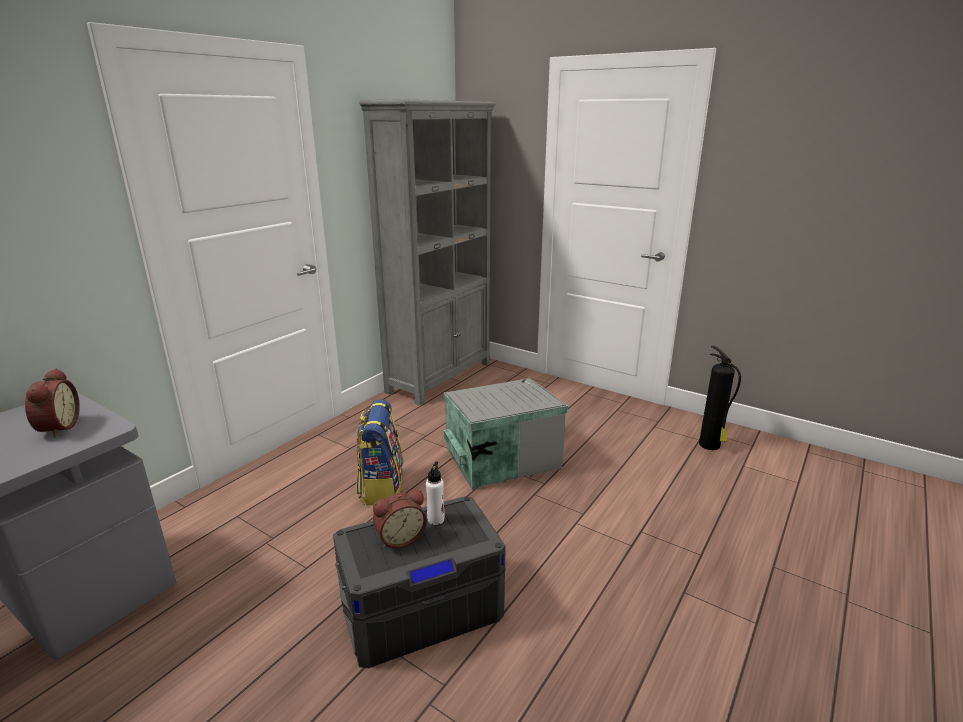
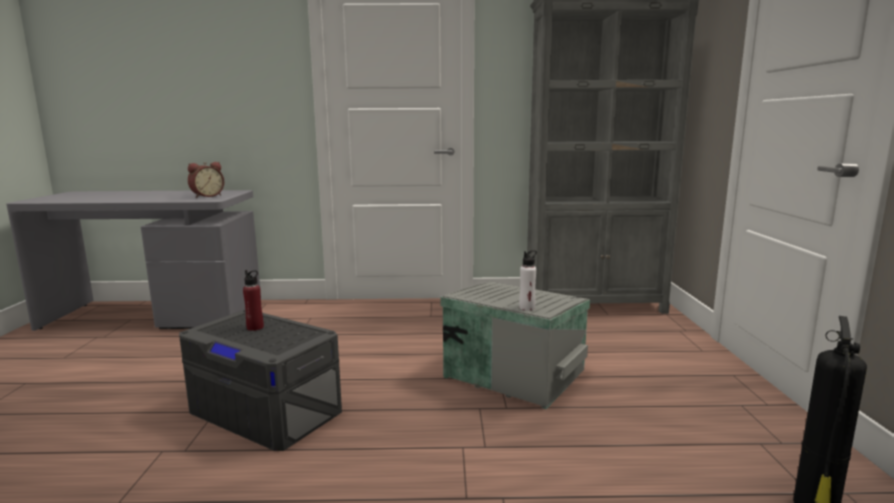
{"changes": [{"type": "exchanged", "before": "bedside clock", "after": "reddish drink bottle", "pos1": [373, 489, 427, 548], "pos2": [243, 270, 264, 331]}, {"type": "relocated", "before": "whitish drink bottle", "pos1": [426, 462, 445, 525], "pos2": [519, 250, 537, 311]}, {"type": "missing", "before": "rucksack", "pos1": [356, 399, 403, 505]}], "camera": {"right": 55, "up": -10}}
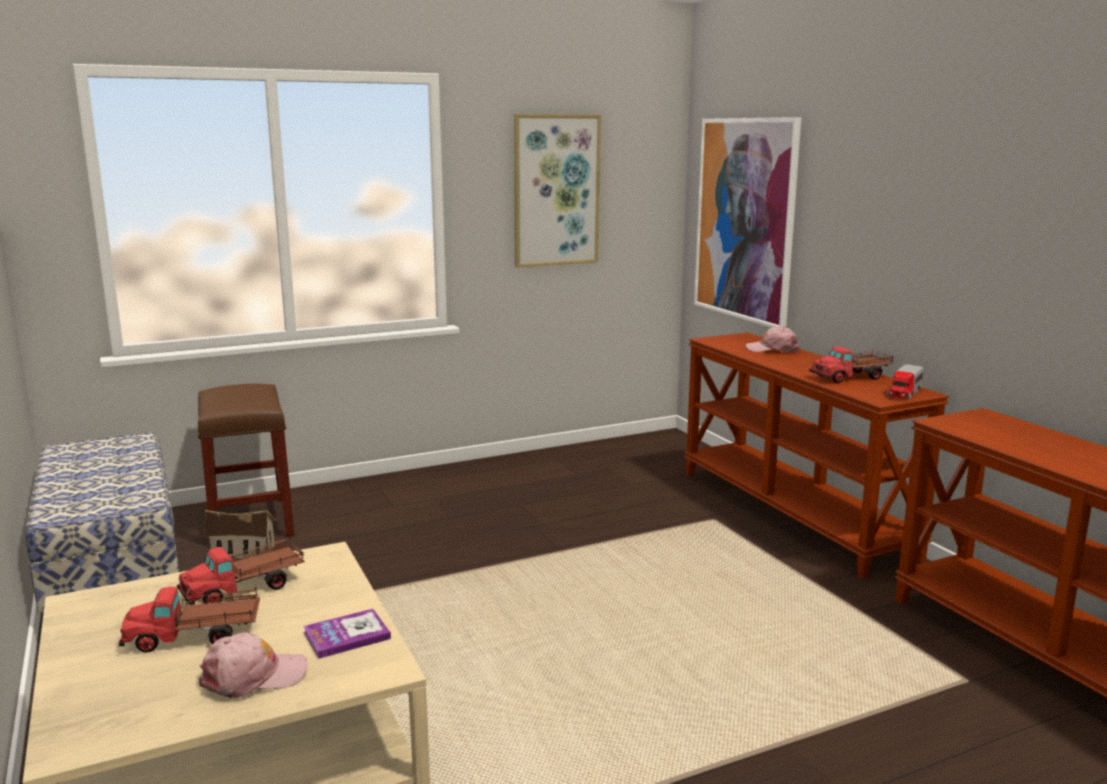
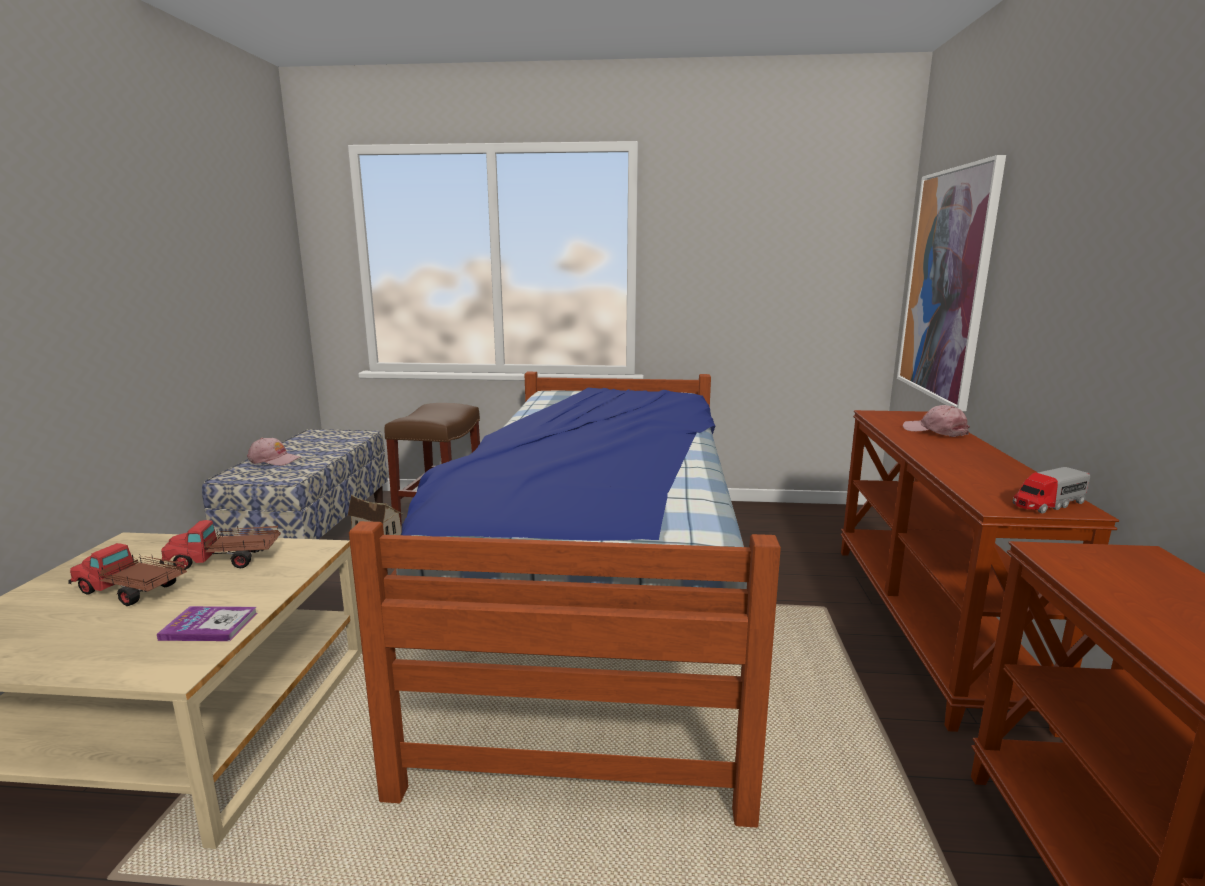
{"changes": [{"type": "relocated", "before": "pinkish peaked cap", "pos1": [199, 632, 307, 698], "pos2": [247, 438, 301, 466]}, {"type": "appeared", "after": "bed", "pos2": [349, 372, 781, 828]}, {"type": "missing", "before": "picture", "pos1": [514, 114, 601, 268]}, {"type": "missing", "before": "toy truck", "pos1": [809, 346, 894, 383]}], "camera": {"right": 30, "up": 0}}
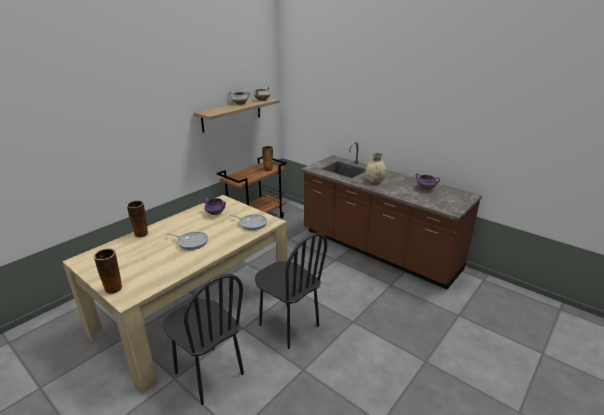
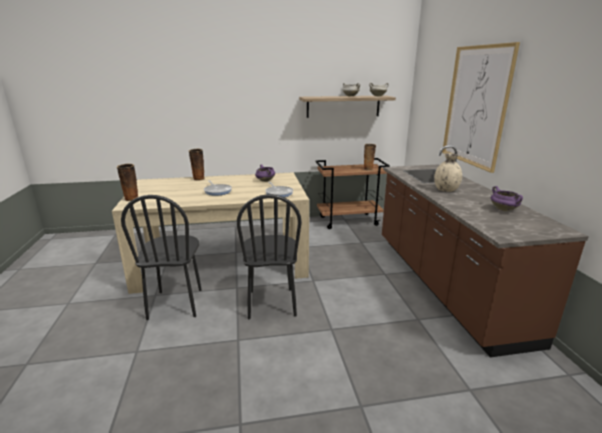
{"changes": [{"type": "appeared", "after": "picture", "pos2": [442, 42, 520, 173]}], "camera": {"right": 40, "up": -5}}
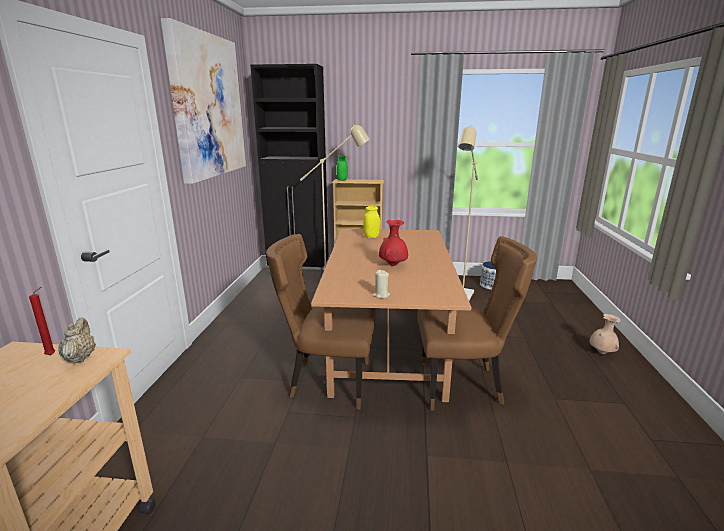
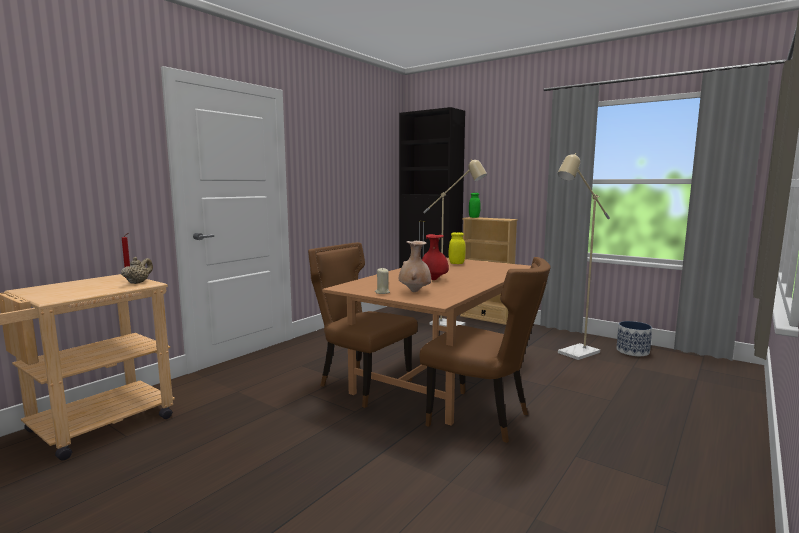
{"changes": [{"type": "relocated", "before": "sand-coloured vase", "pos1": [589, 314, 621, 354], "pos2": [399, 241, 431, 292]}, {"type": "missing", "before": "picture", "pos1": [161, 18, 246, 184]}], "camera": {"right": 30, "up": -10}}
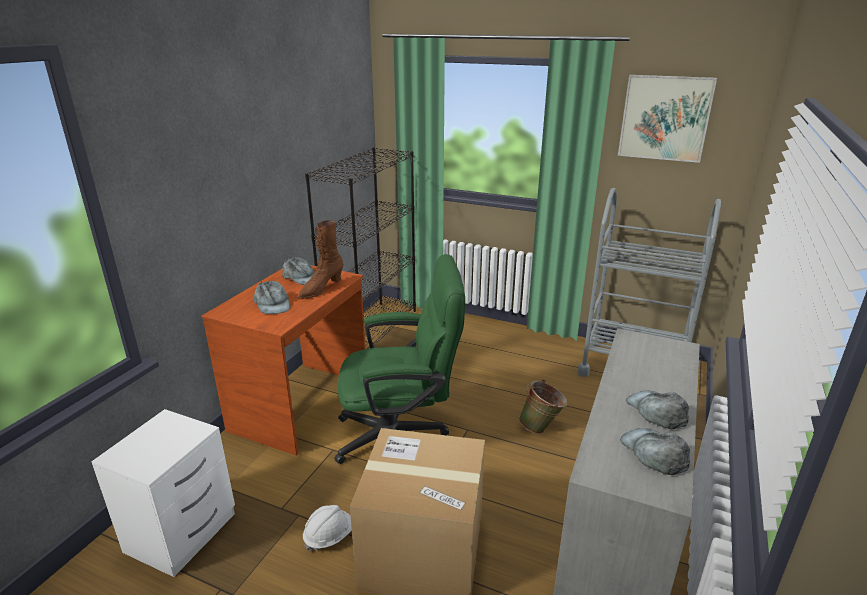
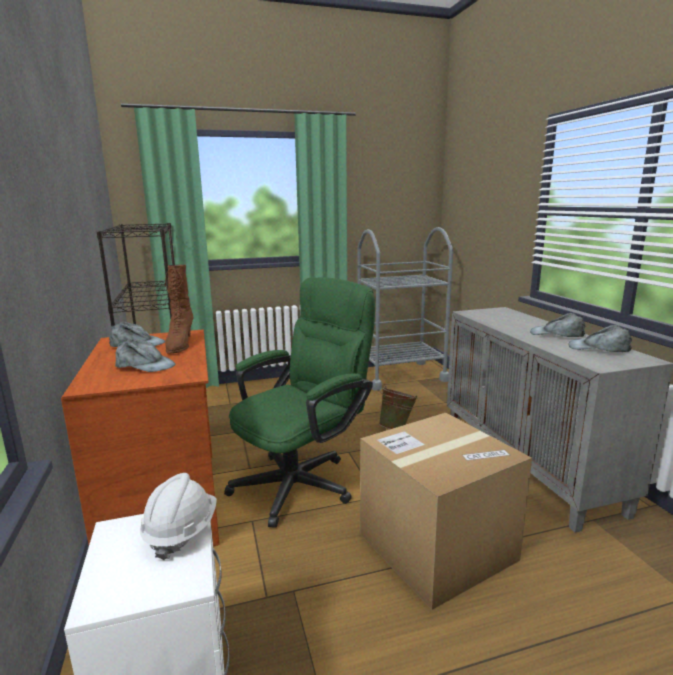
{"changes": [{"type": "relocated", "before": "whitish work helmet", "pos1": [303, 505, 352, 552], "pos2": [140, 473, 217, 560]}, {"type": "missing", "before": "picture", "pos1": [618, 75, 717, 163]}], "camera": {"right": -40, "up": -10}}
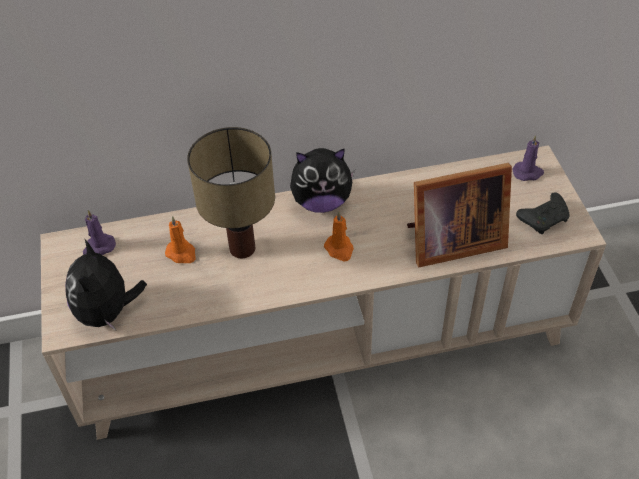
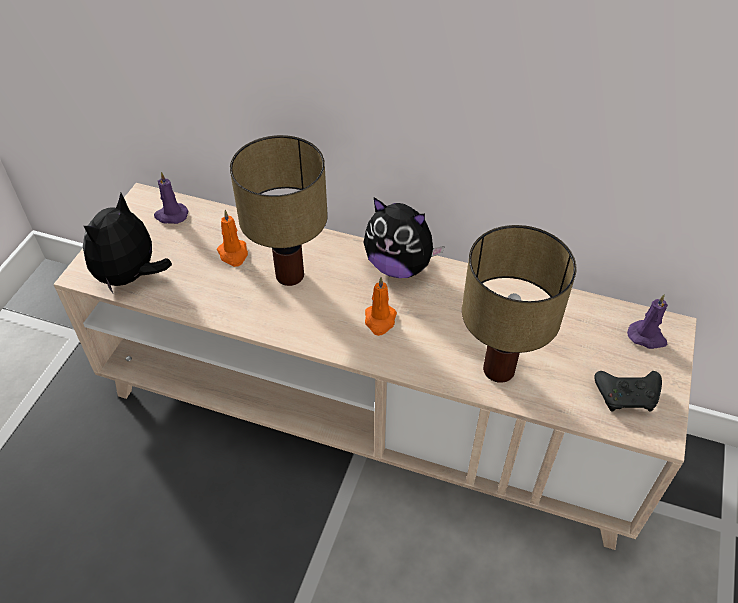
{"changes": [{"type": "exchanged", "before": "photo frame", "after": "tabletop lamp", "pos1": [407, 163, 512, 267], "pos2": [462, 225, 577, 383]}], "camera": {"right": 30, "up": 0}}
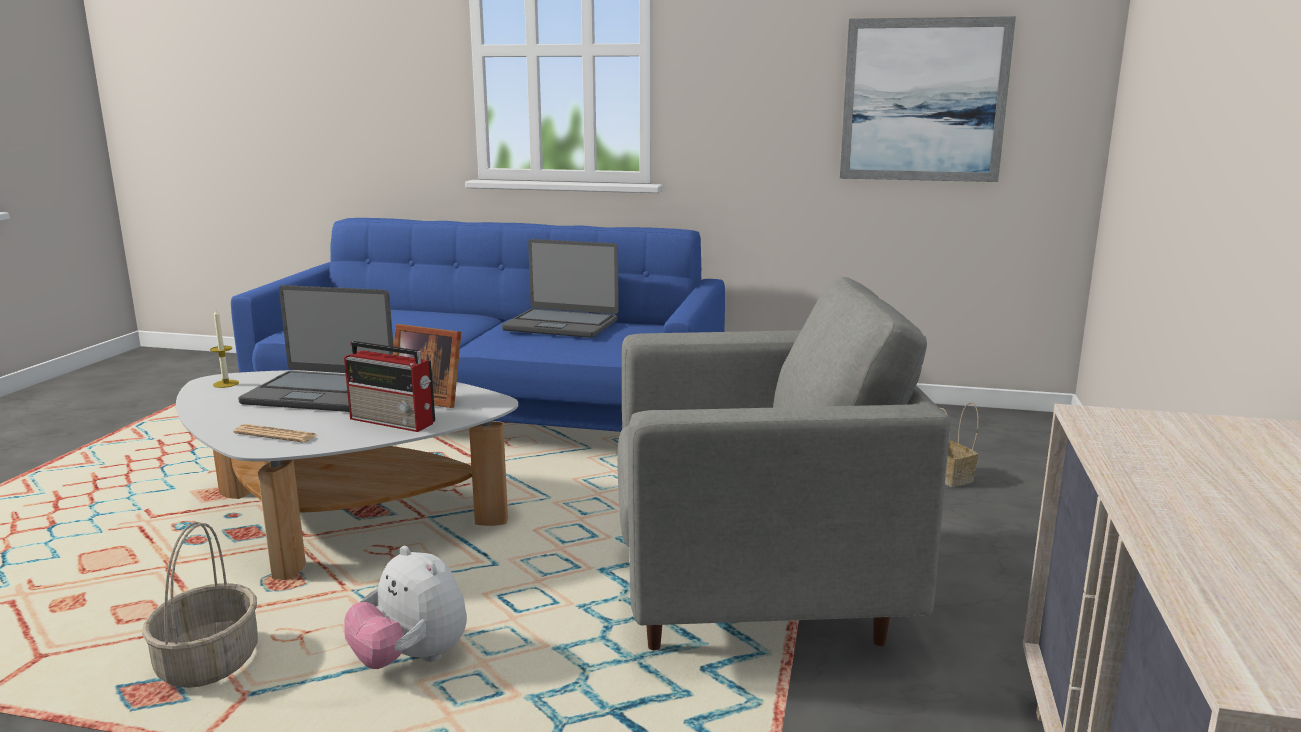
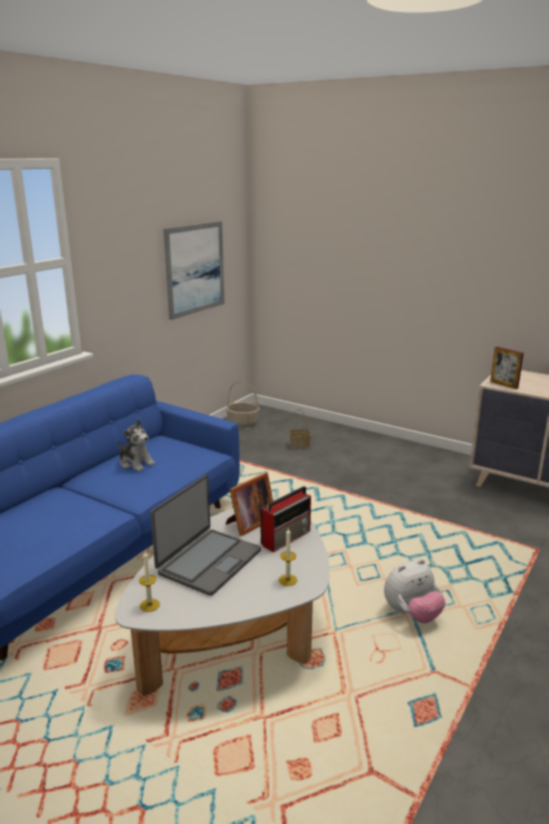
{"changes": [{"type": "exchanged", "before": "portable computer", "after": "plush toy", "pos1": [502, 239, 619, 338], "pos2": [118, 419, 155, 471]}, {"type": "relocated", "before": "household basket", "pos1": [142, 522, 258, 688], "pos2": [226, 381, 260, 427]}, {"type": "exchanged", "before": "daily paper", "after": "wax candle", "pos1": [234, 424, 317, 443], "pos2": [279, 528, 297, 586]}, {"type": "appeared", "after": "photo frame", "pos2": [490, 347, 524, 389]}, {"type": "missing", "before": "grey armchair", "pos1": [617, 277, 950, 650]}], "camera": {"right": -70, "up": 5}}
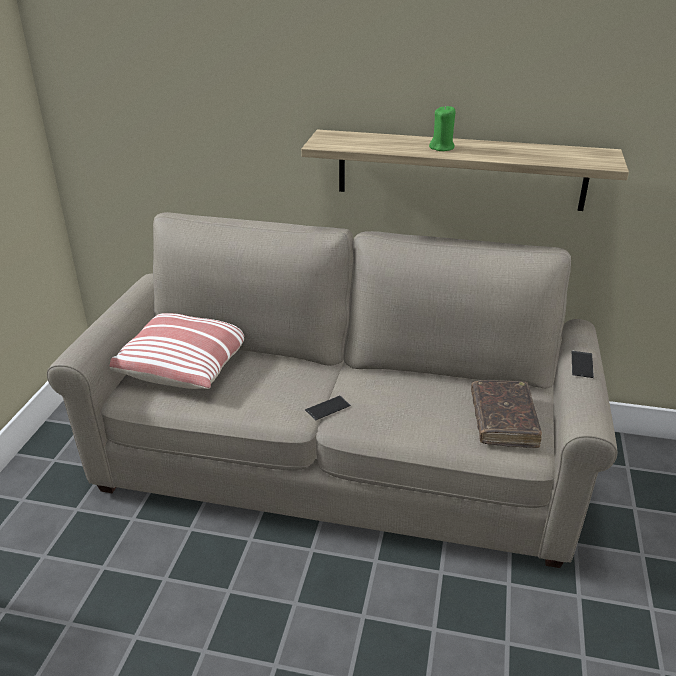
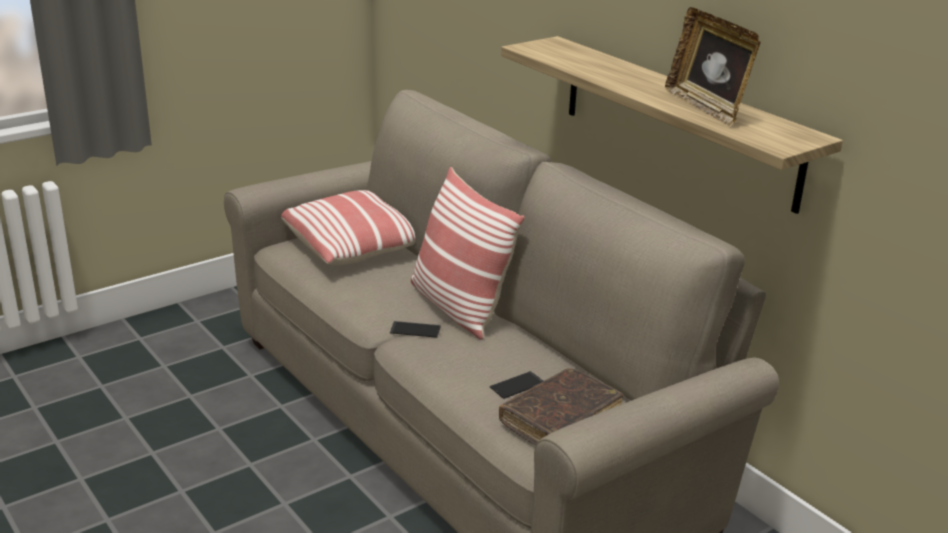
{"changes": [{"type": "appeared", "after": "cushion", "pos2": [411, 167, 525, 340]}, {"type": "relocated", "before": "phone", "pos1": [572, 351, 594, 378], "pos2": [489, 371, 543, 399]}, {"type": "appeared", "after": "photo frame", "pos2": [665, 7, 760, 125]}, {"type": "missing", "before": "green wax candle", "pos1": [429, 105, 455, 151]}], "camera": {"right": 40, "up": -5}}
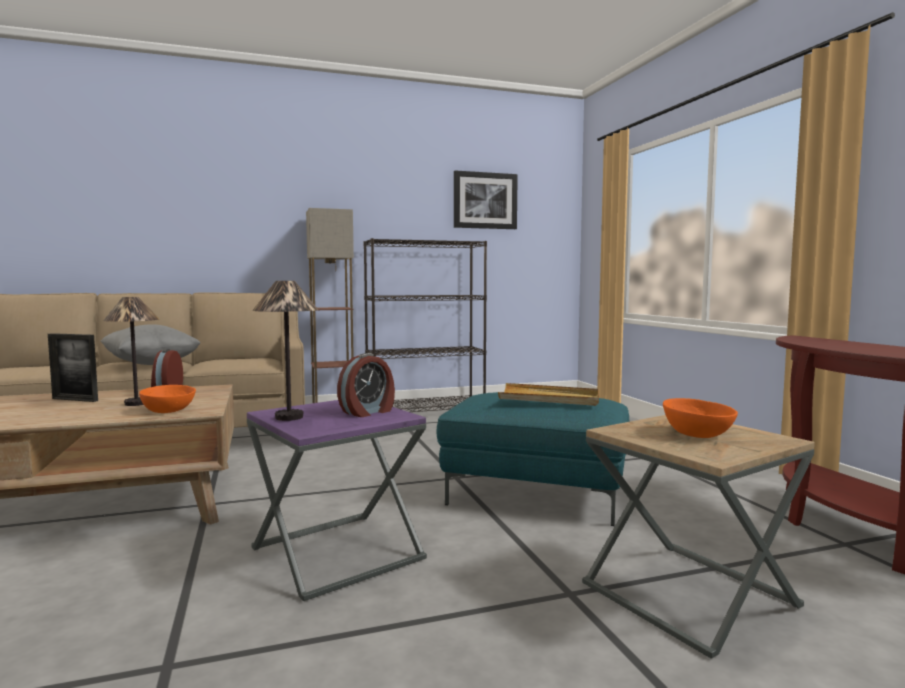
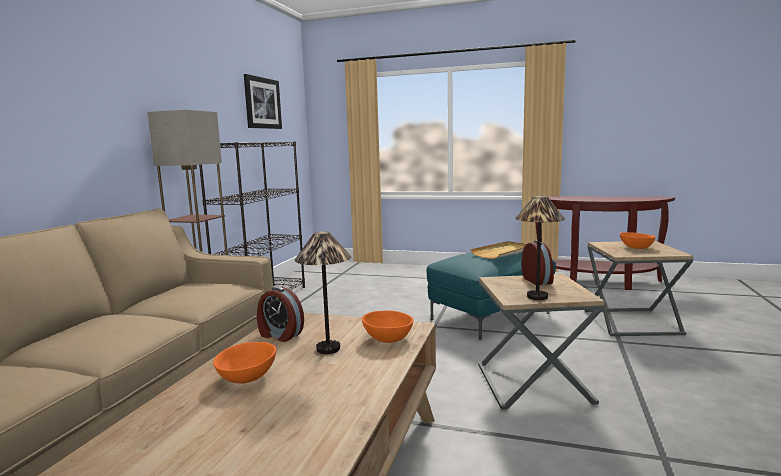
{"changes": [{"type": "exchanged", "before": "photo frame", "after": "orange deep dish", "pos1": [48, 333, 98, 402], "pos2": [213, 342, 276, 384]}, {"type": "colour", "before": "purple-coloured accent table", "after": "brownish accent table", "pos1": [247, 400, 427, 601], "pos2": [478, 274, 604, 410]}, {"type": "missing", "before": "grey cushion", "pos1": [101, 324, 201, 365]}], "camera": {"right": -55, "up": 5}}
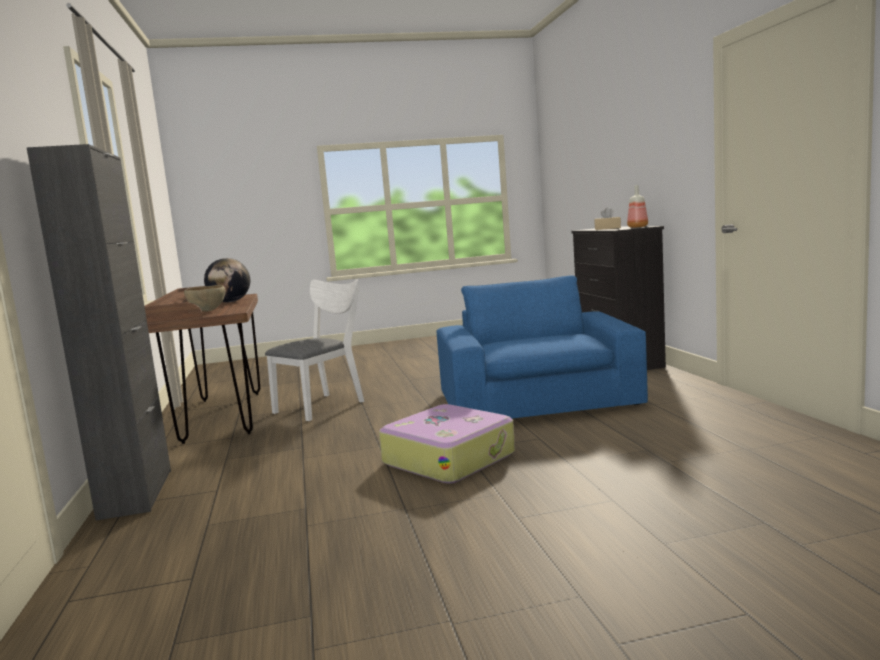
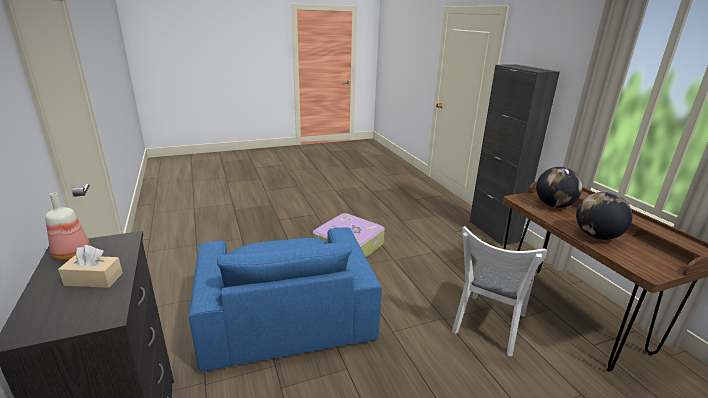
{"changes": [{"type": "exchanged", "before": "brownish deep dish", "after": "world globe", "pos1": [184, 285, 225, 312], "pos2": [536, 167, 582, 208]}], "camera": {"right": 170, "up": 15}}
